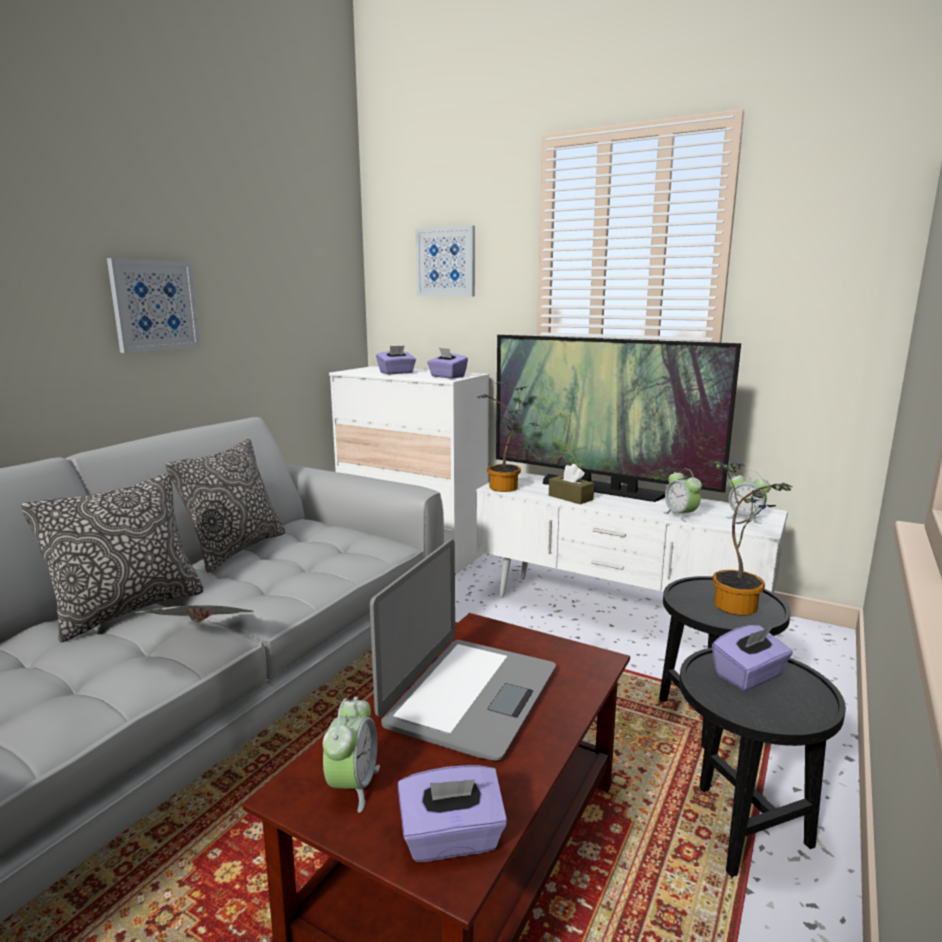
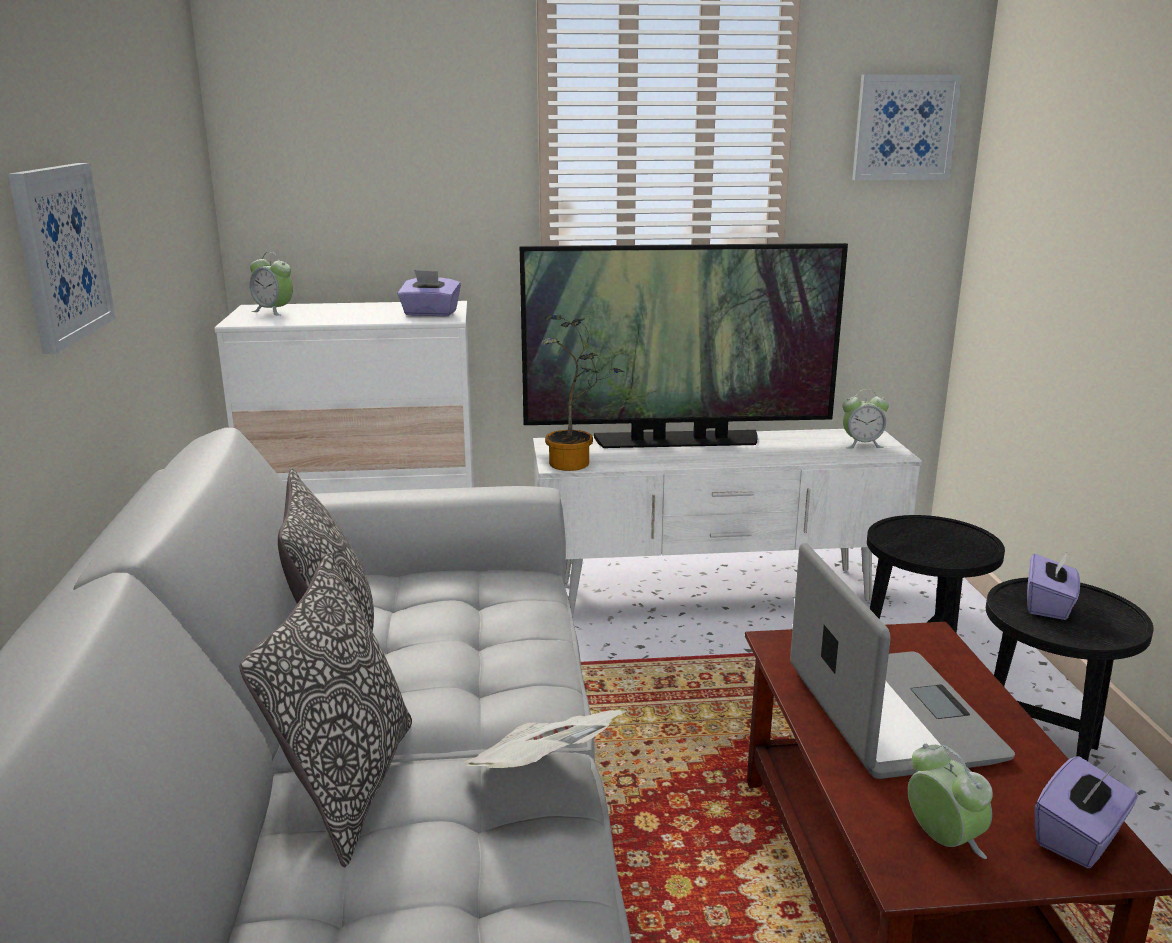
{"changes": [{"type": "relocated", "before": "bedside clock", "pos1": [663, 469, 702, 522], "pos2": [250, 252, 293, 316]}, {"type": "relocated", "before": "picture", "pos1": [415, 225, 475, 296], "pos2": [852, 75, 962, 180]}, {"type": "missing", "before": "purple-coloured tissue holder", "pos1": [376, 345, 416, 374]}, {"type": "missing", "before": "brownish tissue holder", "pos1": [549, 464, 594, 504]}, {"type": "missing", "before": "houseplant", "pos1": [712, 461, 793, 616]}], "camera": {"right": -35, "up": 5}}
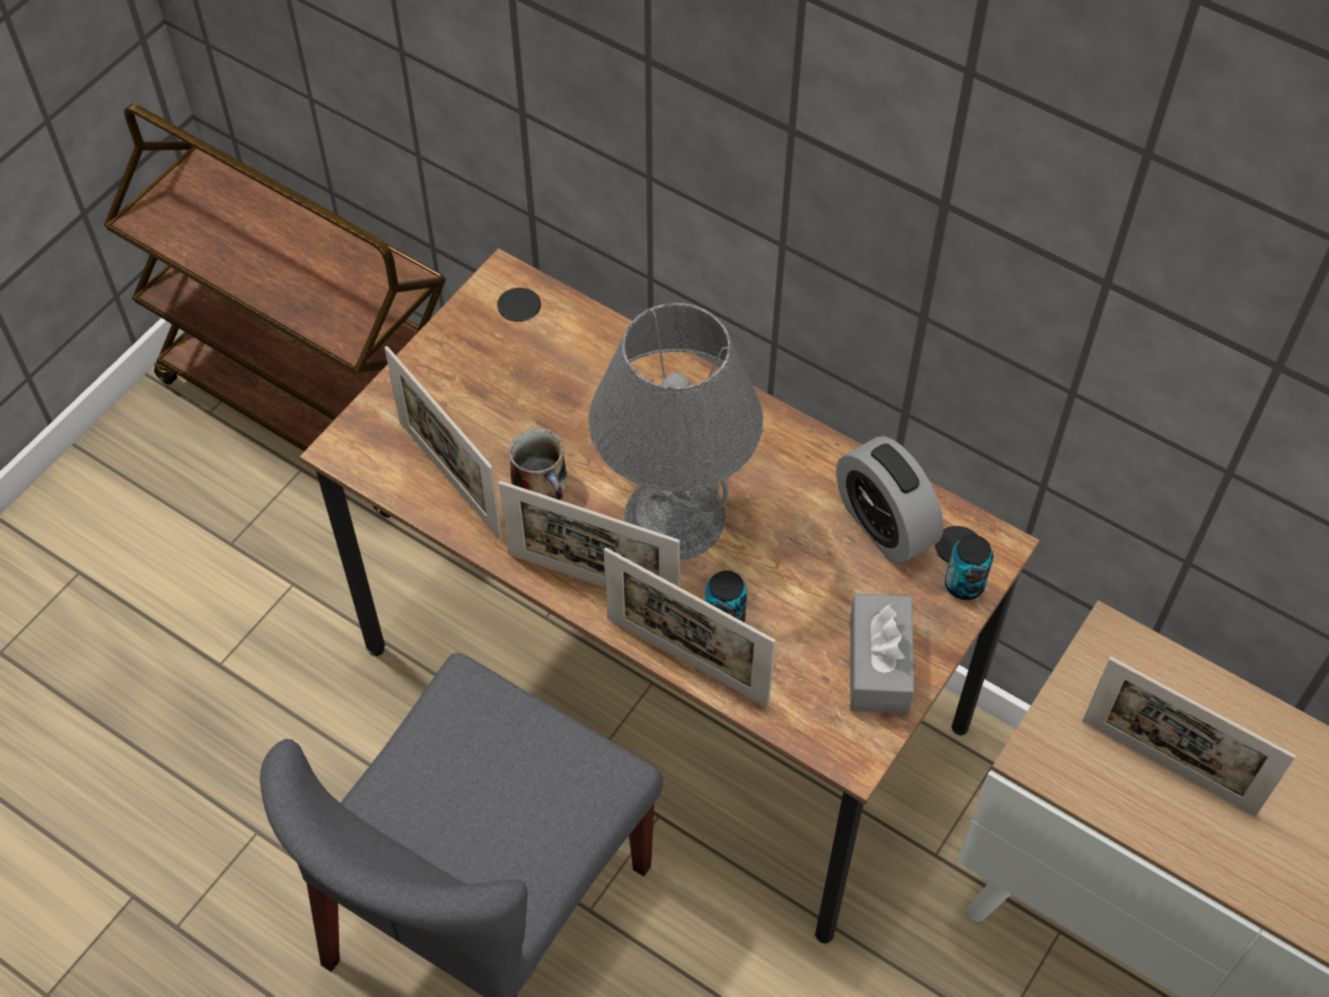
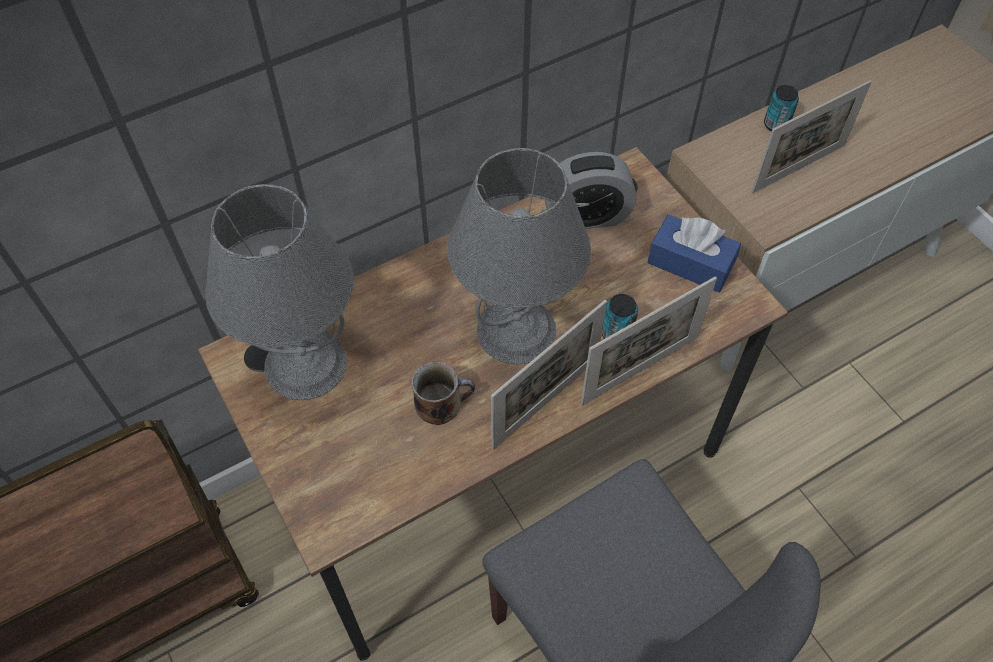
{"changes": [{"type": "appeared", "after": "grey tabletop lamp", "pos2": [205, 184, 354, 400]}, {"type": "colour", "before": "grey tissue holder", "after": "bluish tissue holder", "pos1": [850, 593, 914, 714], "pos2": [647, 214, 741, 293]}, {"type": "relocated", "before": "metal can", "pos1": [945, 535, 993, 600], "pos2": [764, 85, 799, 131]}, {"type": "missing", "before": "photo frame", "pos1": [385, 346, 502, 540]}], "camera": {"right": -65, "up": 0}}
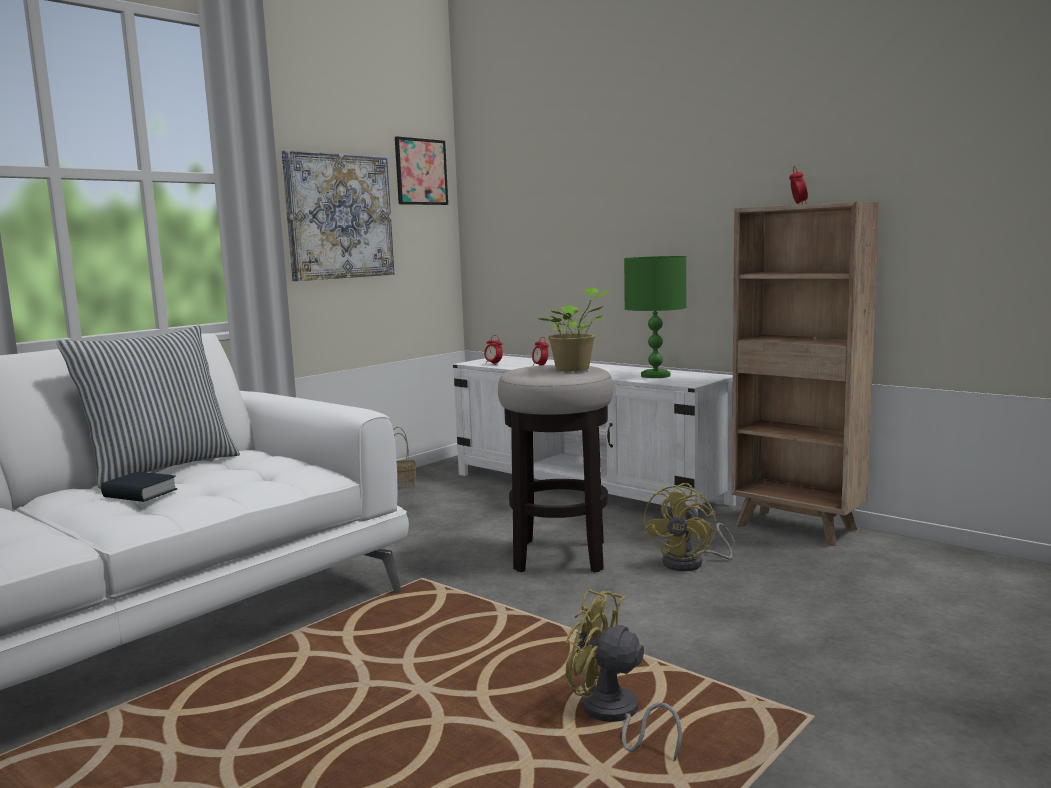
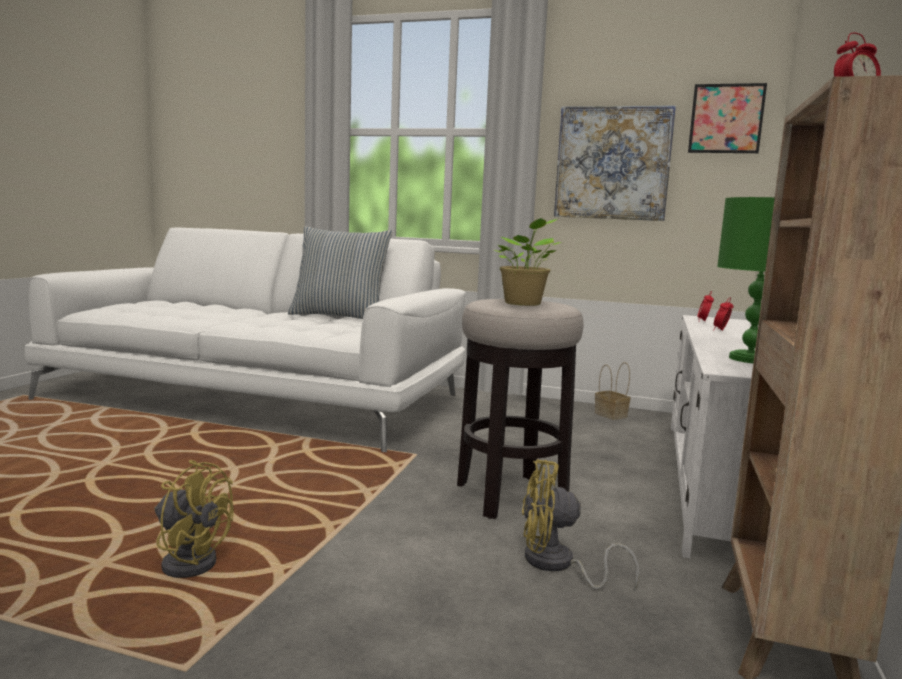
{"changes": [{"type": "spun", "before": "yellow-coloured electric fan", "pos1": [566, 589, 682, 761], "pos2": [154, 460, 234, 578], "turn": 105}, {"type": "missing", "before": "book", "pos1": [101, 472, 178, 502]}], "camera": {"right": 65, "up": 0}}
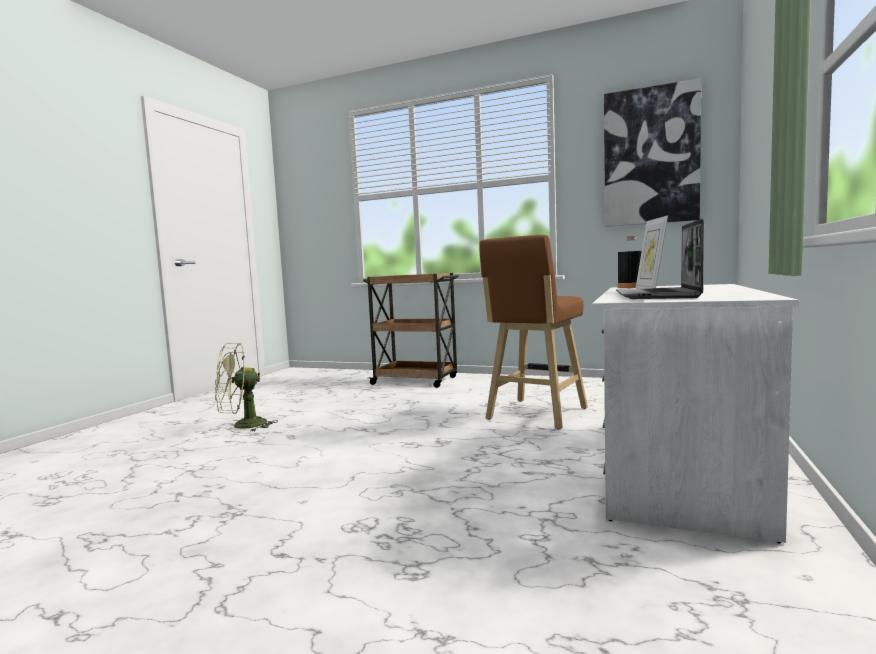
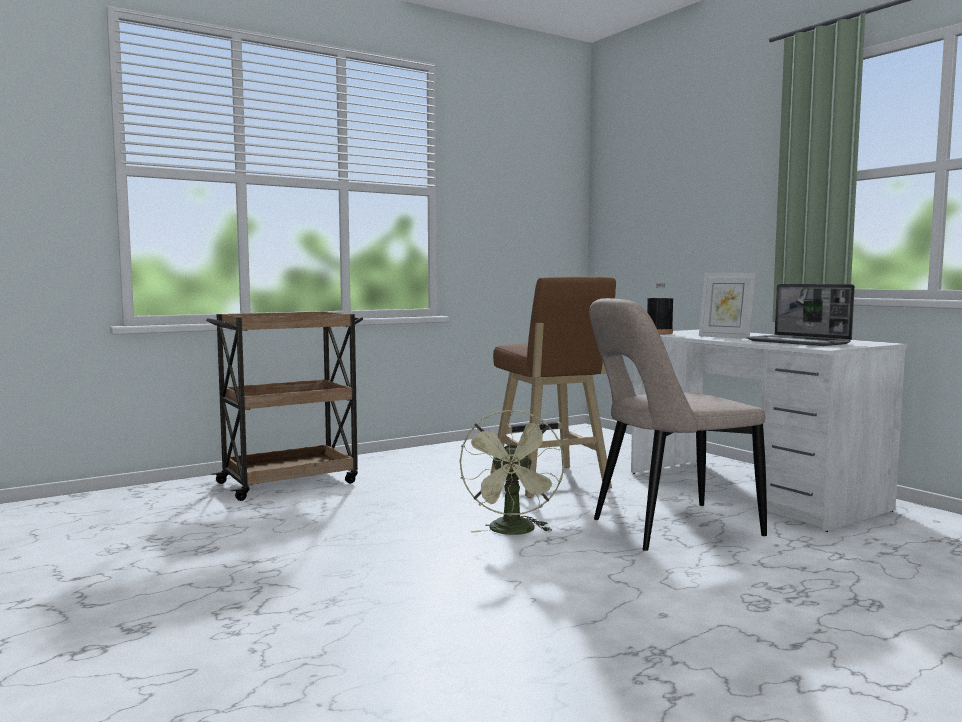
{"changes": [{"type": "relocated", "before": "green electric fan", "pos1": [215, 343, 278, 432], "pos2": [460, 409, 564, 535]}, {"type": "appeared", "after": "sand-coloured chair", "pos2": [589, 298, 767, 551]}, {"type": "missing", "before": "picture", "pos1": [604, 78, 701, 227]}], "camera": {"right": -55, "up": 0}}
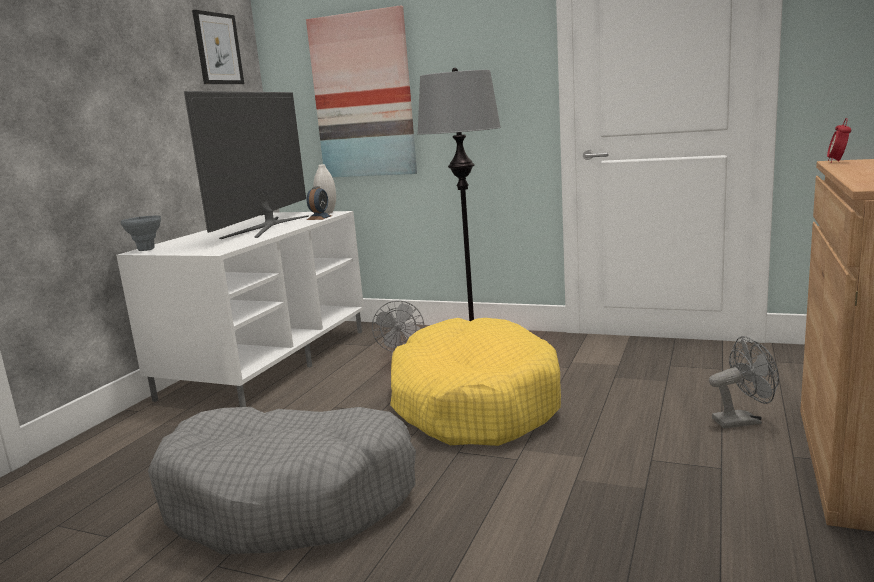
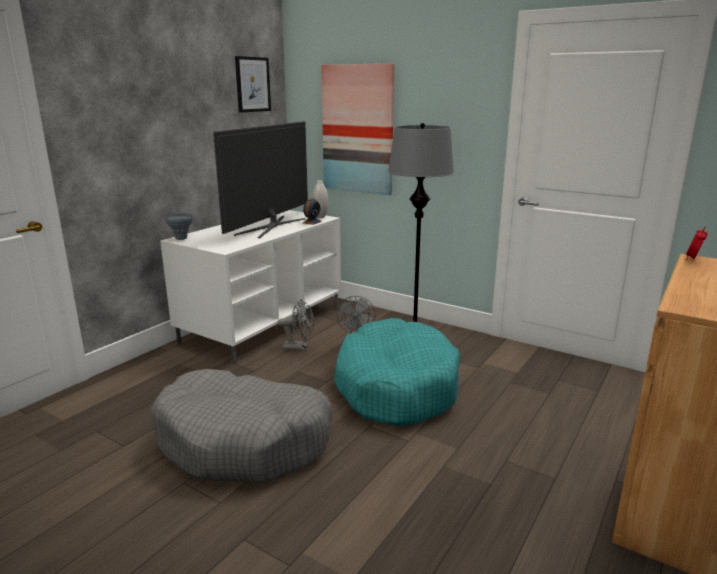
{"changes": [{"type": "relocated", "before": "grey electric fan", "pos1": [709, 336, 779, 428], "pos2": [277, 300, 314, 351]}, {"type": "colour", "before": "yellow-coloured pet bed", "after": "turquoise-coloured pet bed", "pos1": [390, 318, 561, 446], "pos2": [334, 318, 460, 427]}], "camera": {"right": 10, "up": 5}}
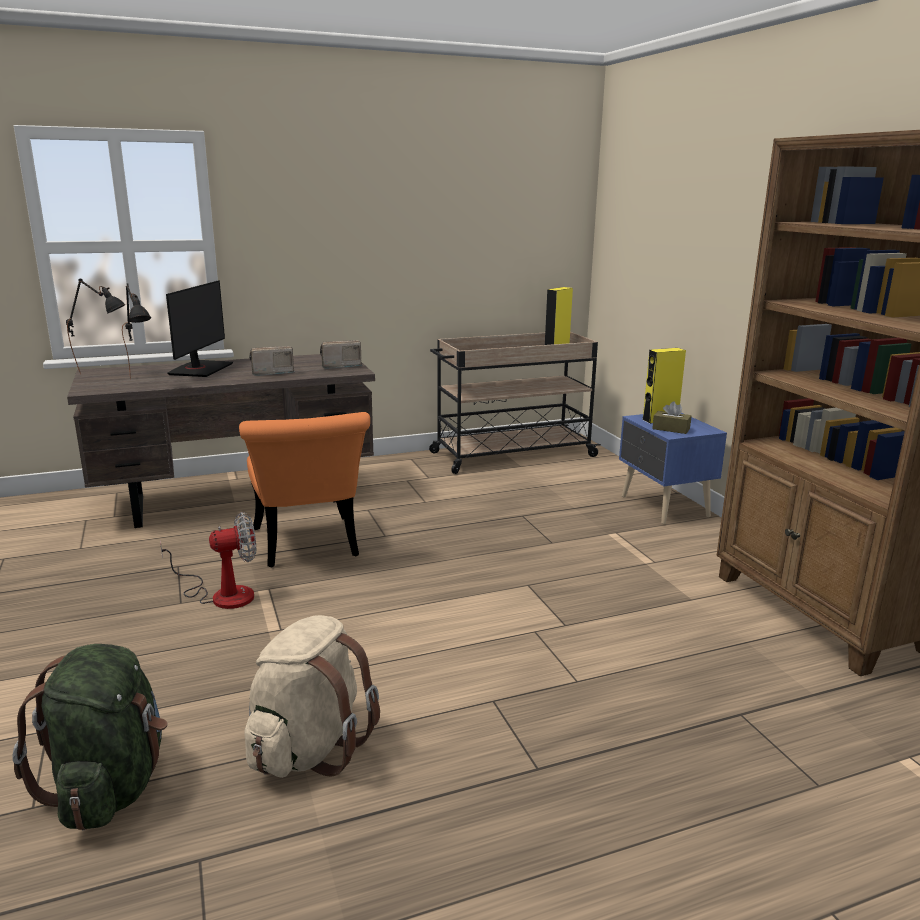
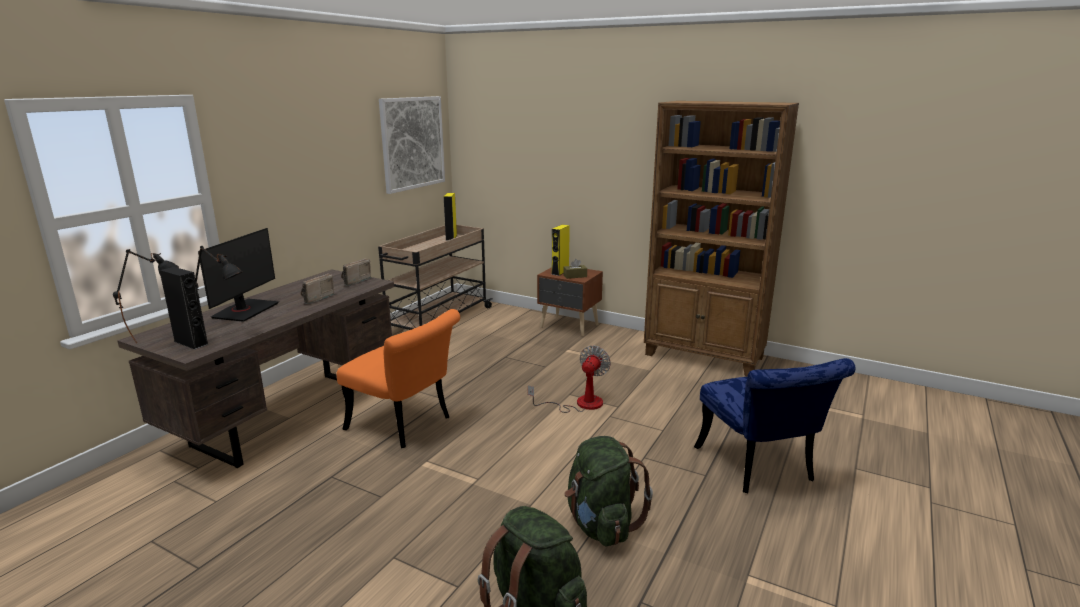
{"changes": [{"type": "appeared", "after": "black-coloured speaker", "pos2": [159, 267, 209, 349]}, {"type": "spun", "before": "computer display", "pos1": [166, 280, 233, 377], "pos2": [198, 228, 279, 322], "turn": 45}, {"type": "appeared", "after": "picture", "pos2": [379, 96, 445, 194]}, {"type": "relocated", "before": "electric fan", "pos1": [160, 512, 256, 609], "pos2": [528, 346, 611, 413]}, {"type": "colour", "before": "bluish bedside table", "after": "brownish bedside table", "pos1": [619, 413, 727, 524], "pos2": [537, 267, 603, 336]}, {"type": "colour", "before": "sand-coloured rucksack", "after": "green rucksack", "pos1": [244, 615, 380, 778], "pos2": [565, 436, 653, 546]}, {"type": "appeared", "after": "bluish chair", "pos2": [694, 358, 855, 493]}], "camera": {"right": -40, "up": 0}}
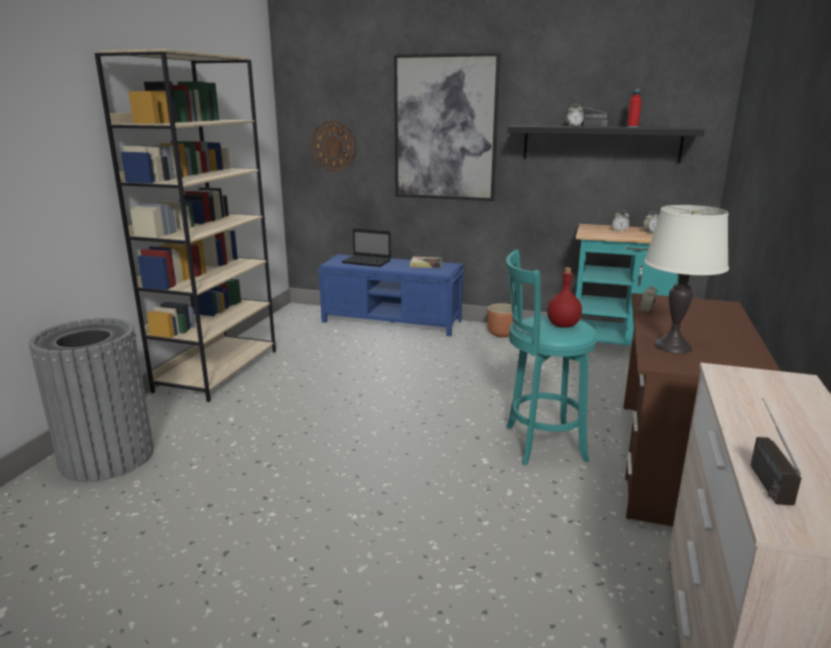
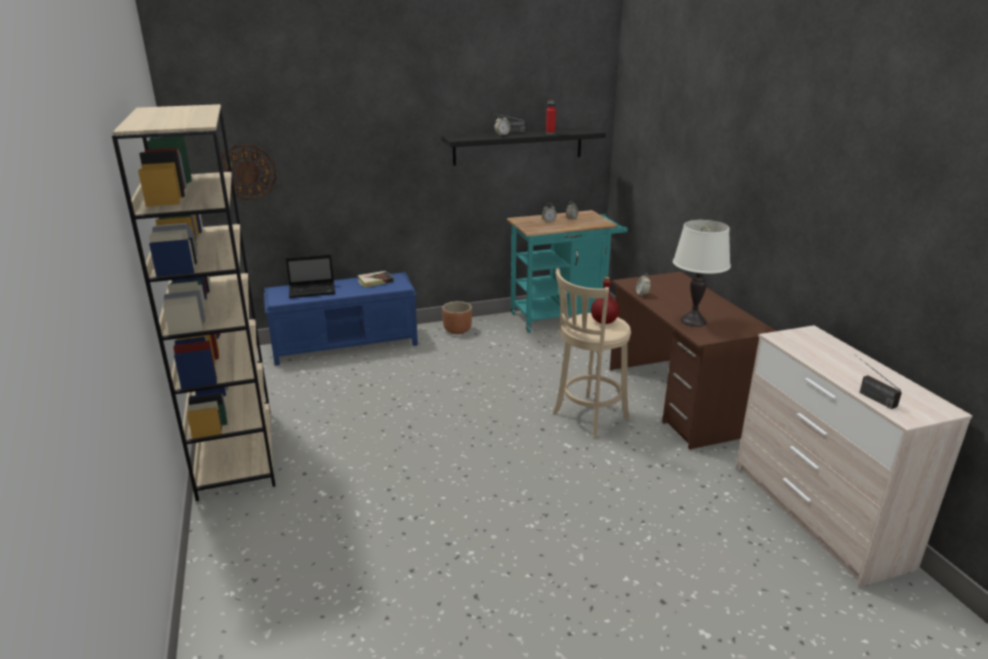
{"changes": [{"type": "colour", "before": "turquoise-coloured stool", "after": "sand-coloured stool", "pos1": [506, 249, 598, 466], "pos2": [553, 268, 631, 438]}, {"type": "missing", "before": "grey trash can", "pos1": [29, 318, 154, 482]}, {"type": "missing", "before": "picture", "pos1": [394, 52, 501, 201]}], "camera": {"right": -35, "up": 5}}
